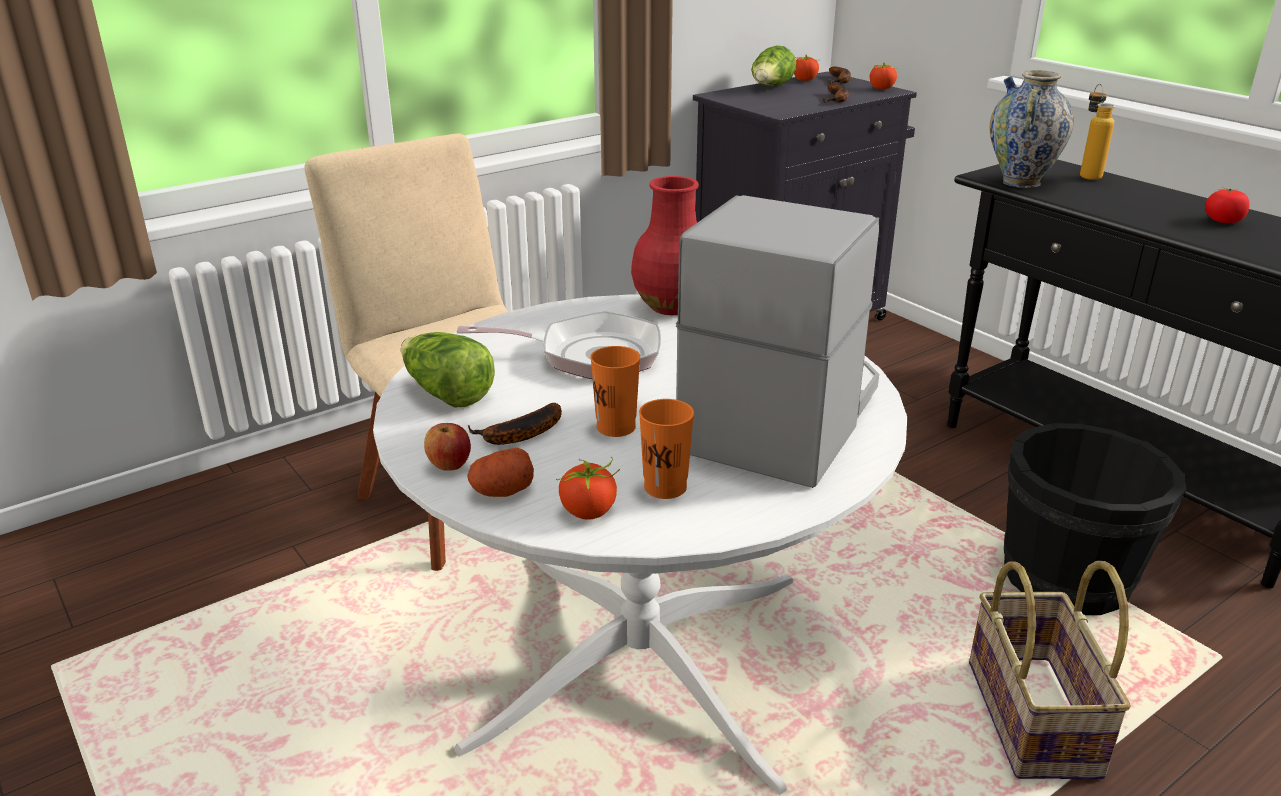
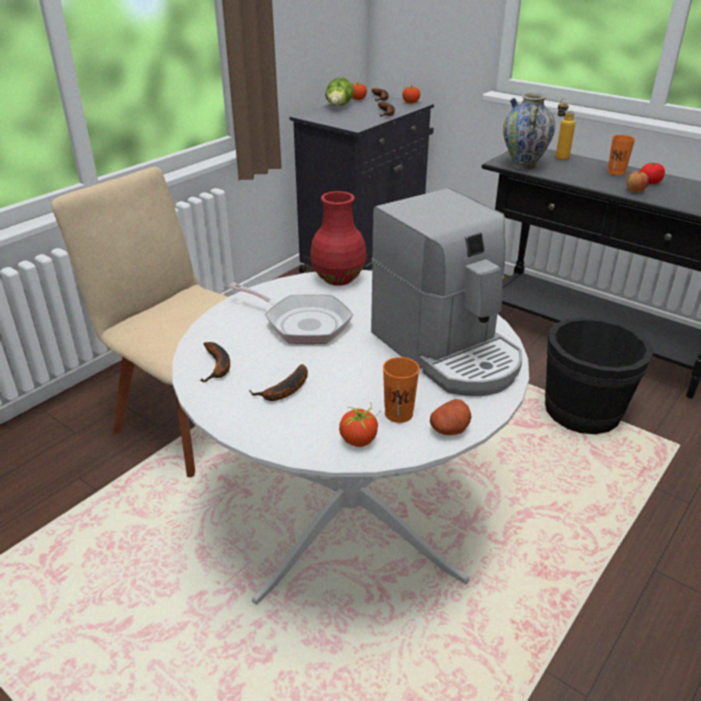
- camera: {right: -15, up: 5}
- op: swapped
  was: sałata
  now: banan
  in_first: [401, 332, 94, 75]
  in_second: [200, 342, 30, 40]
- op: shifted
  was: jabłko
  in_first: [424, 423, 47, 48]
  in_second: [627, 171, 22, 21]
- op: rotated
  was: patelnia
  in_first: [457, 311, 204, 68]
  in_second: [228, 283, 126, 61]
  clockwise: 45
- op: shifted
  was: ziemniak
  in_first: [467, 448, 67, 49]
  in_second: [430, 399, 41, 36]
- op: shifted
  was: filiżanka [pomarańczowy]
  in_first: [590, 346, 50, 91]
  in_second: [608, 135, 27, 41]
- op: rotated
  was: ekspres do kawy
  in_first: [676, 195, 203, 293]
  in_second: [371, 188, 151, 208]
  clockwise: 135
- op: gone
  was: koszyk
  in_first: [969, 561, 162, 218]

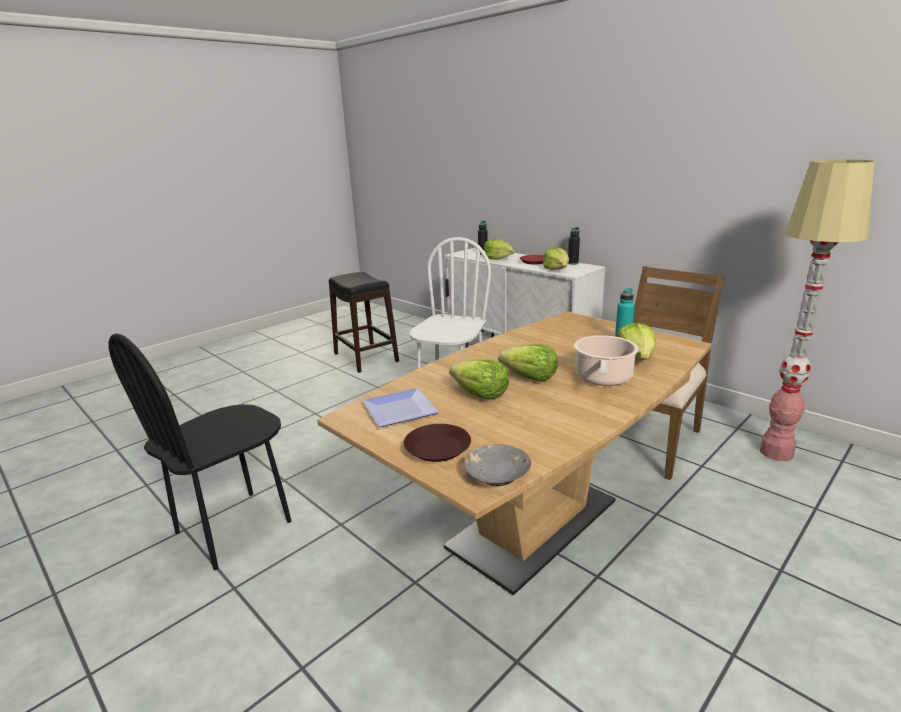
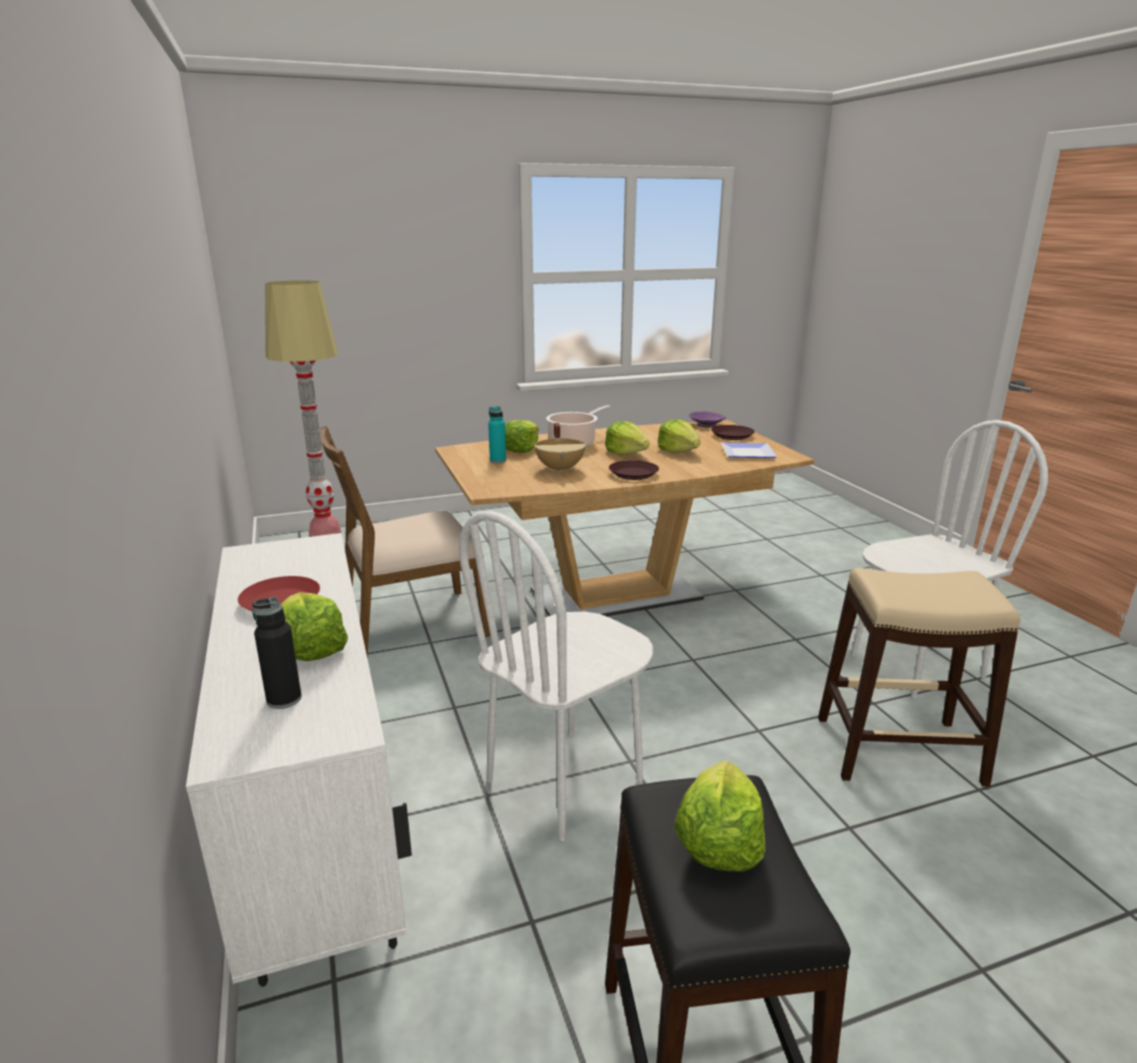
- camera: {right: -155, up: 0}
- op: repainted
  was: krzesło [czarny]
  now: krzesło [biały]
  in_first: [108, 333, 183, 237]
  in_second: [851, 420, 197, 278]
- op: repainted
  was: miska [szary]
  now: miska [fioletowy]
  in_first: [464, 444, 67, 42]
  in_second: [689, 411, 37, 16]
- op: shifted
  was: sałata
  in_first: [543, 247, 26, 23]
  in_second: [674, 761, 91, 111]
- op: gone
  was: butelka [czarny]
  in_first: [568, 227, 12, 38]
- op: new
  now: garnek [beżowy]
  in_second: [534, 423, 52, 50]
- op: new
  now: talerz [brązowy]
  in_second: [609, 460, 50, 20]
- op: new
  now: stołek [beżowy]
  in_second: [818, 568, 203, 219]

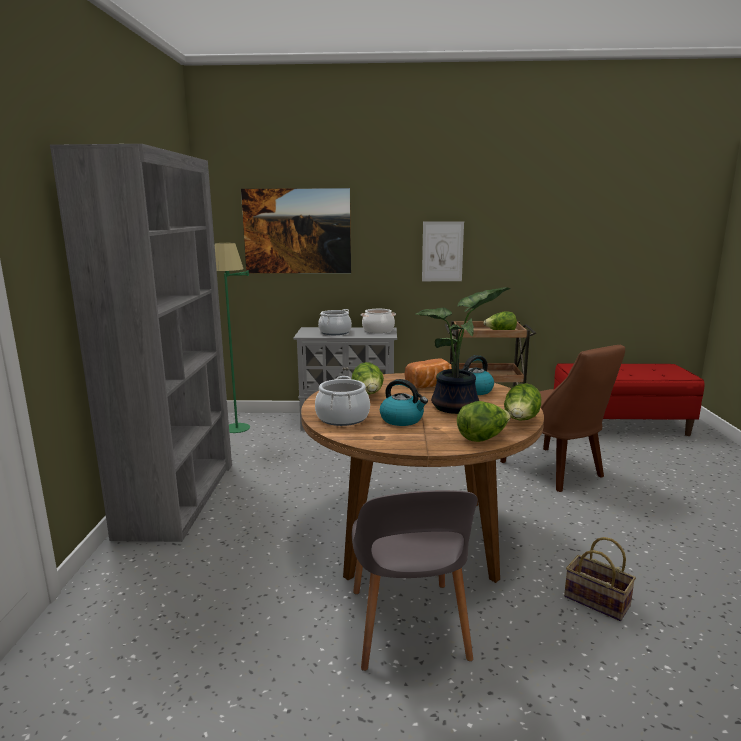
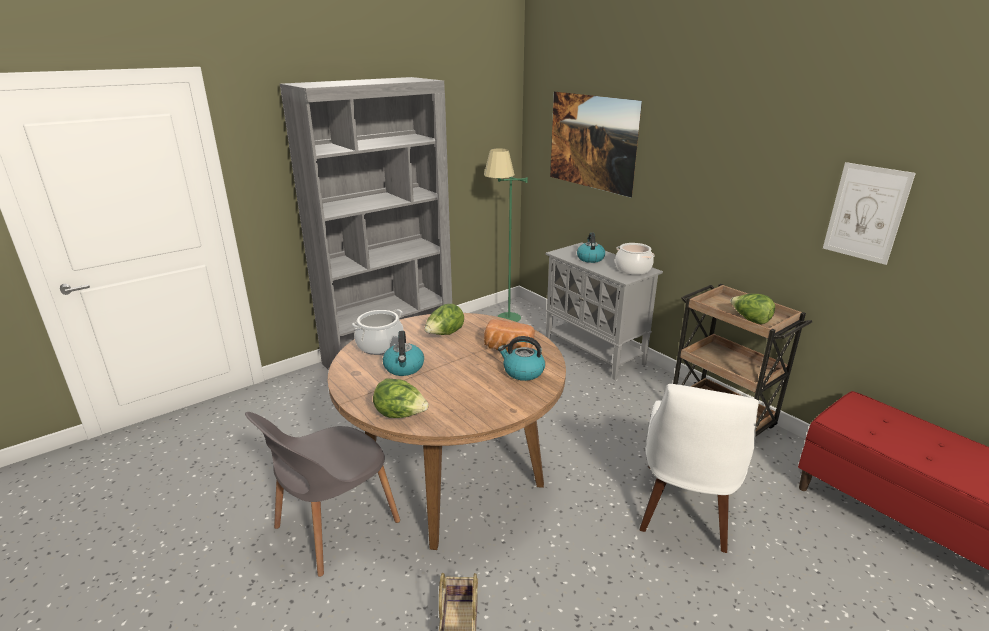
- camera: {right: 50, up: 10}
- op: swapped
  was: garnek
  now: czajnik
  in_first: [318, 309, 34, 26]
  in_second: [577, 233, 28, 30]
- op: gone
  was: roślina doniczkowa
  in_first: [415, 287, 96, 127]
- op: shifted
  was: obraz
  in_first: [422, 221, 42, 60]
  in_second: [823, 162, 93, 103]
- op: repainted
  was: krzesło [brązowy]
  now: krzesło [biały]
  in_first: [500, 345, 125, 147]
  in_second: [640, 384, 119, 169]
- op: gone
  was: sałata
  in_first: [504, 383, 37, 37]

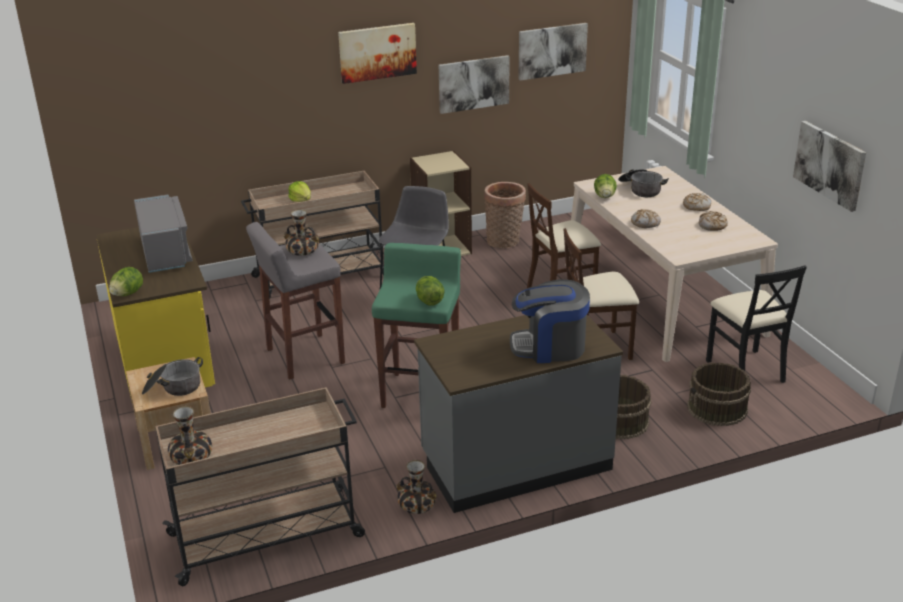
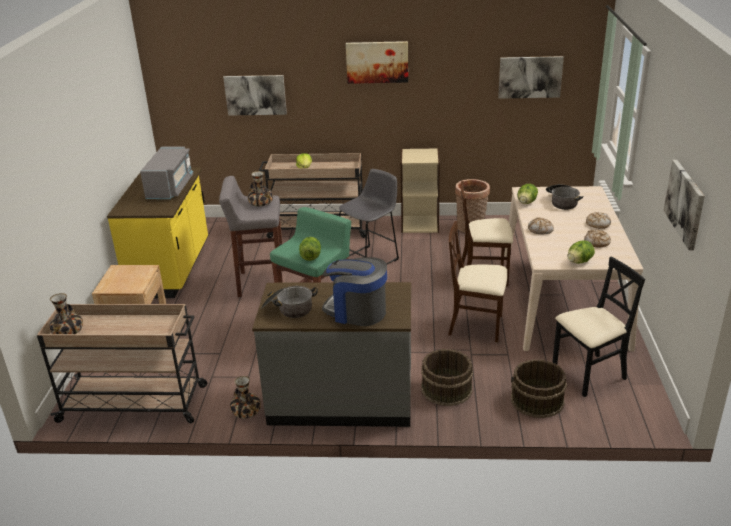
- camera: {right: 25, up: 0}
- op: shifted
  was: sałata
  in_first: [109, 267, 34, 29]
  in_second: [567, 240, 28, 24]
- op: shifted
  was: garnek
  in_first: [142, 357, 61, 39]
  in_second: [261, 286, 57, 32]
- op: shifted
  was: obraz
  in_first: [439, 55, 71, 59]
  in_second: [223, 75, 64, 41]
- op: rotated
  was: krzesło [czarny]
  in_first: [706, 265, 101, 118]
  in_second: [552, 257, 93, 140]
  clockwise: -120

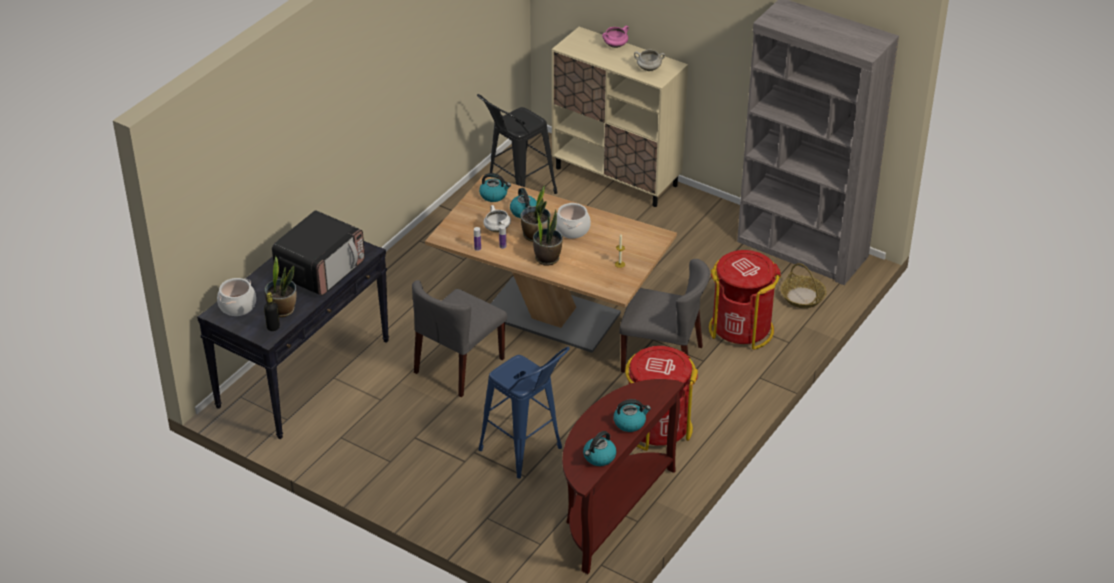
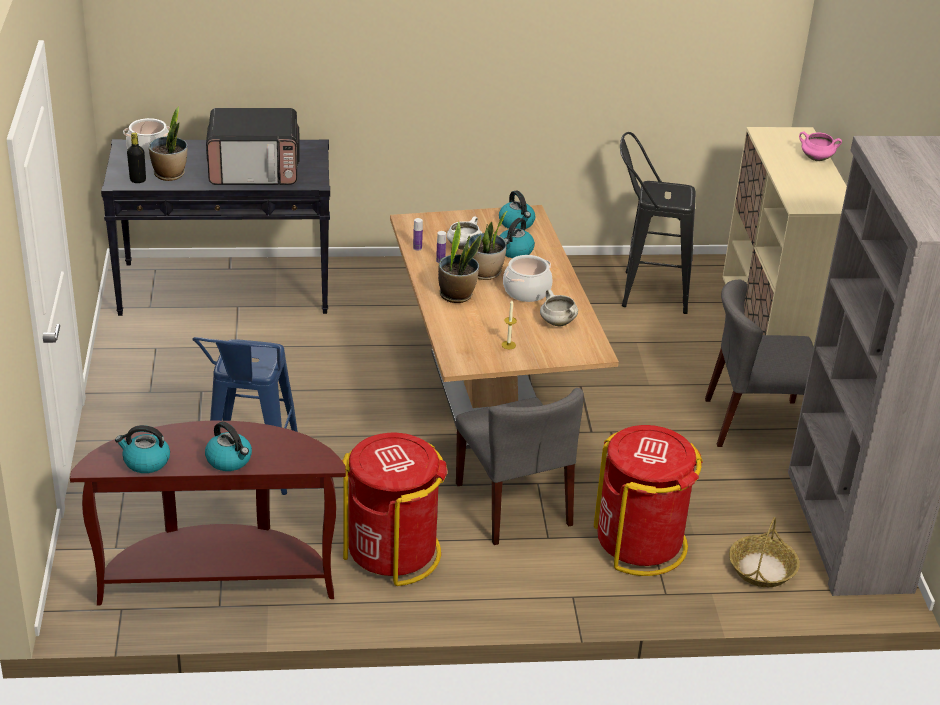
- camera: {right: 50, up: -5}
- op: shifted
  was: krzesło [szary]
  in_first: [412, 280, 95, 117]
  in_second: [705, 279, 109, 168]
- op: shifted
  was: garnek [biały]
  in_first: [634, 50, 31, 21]
  in_second: [540, 289, 38, 38]

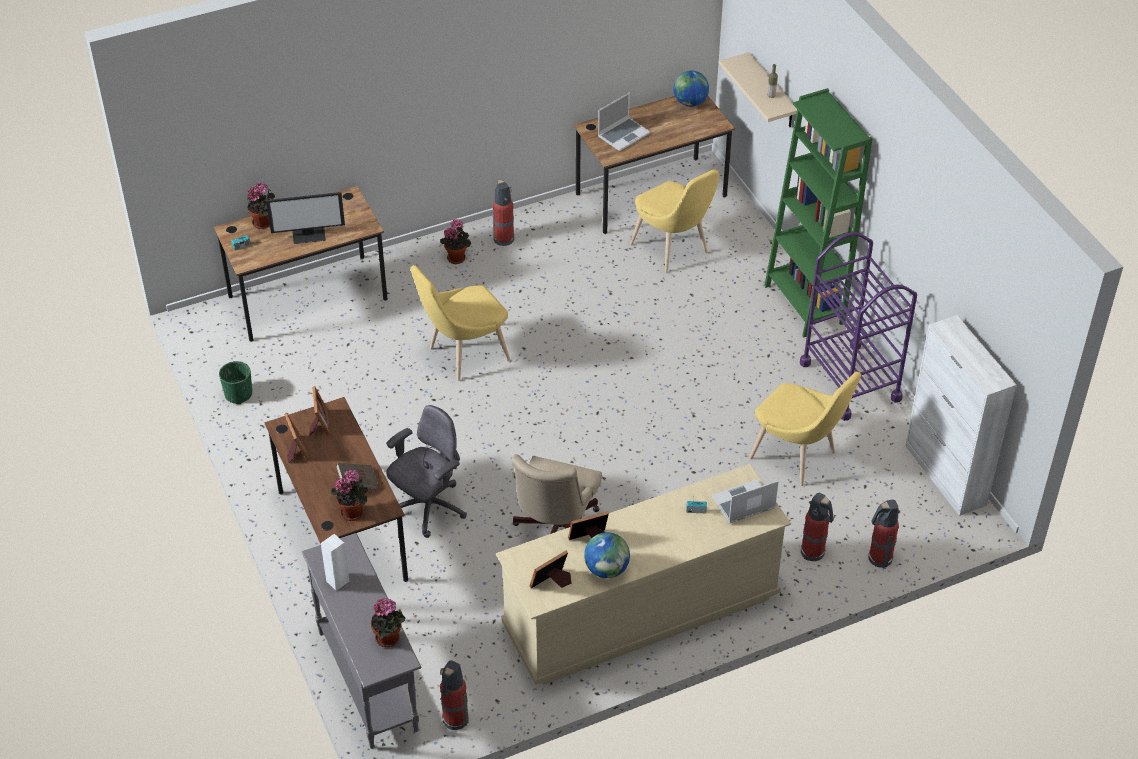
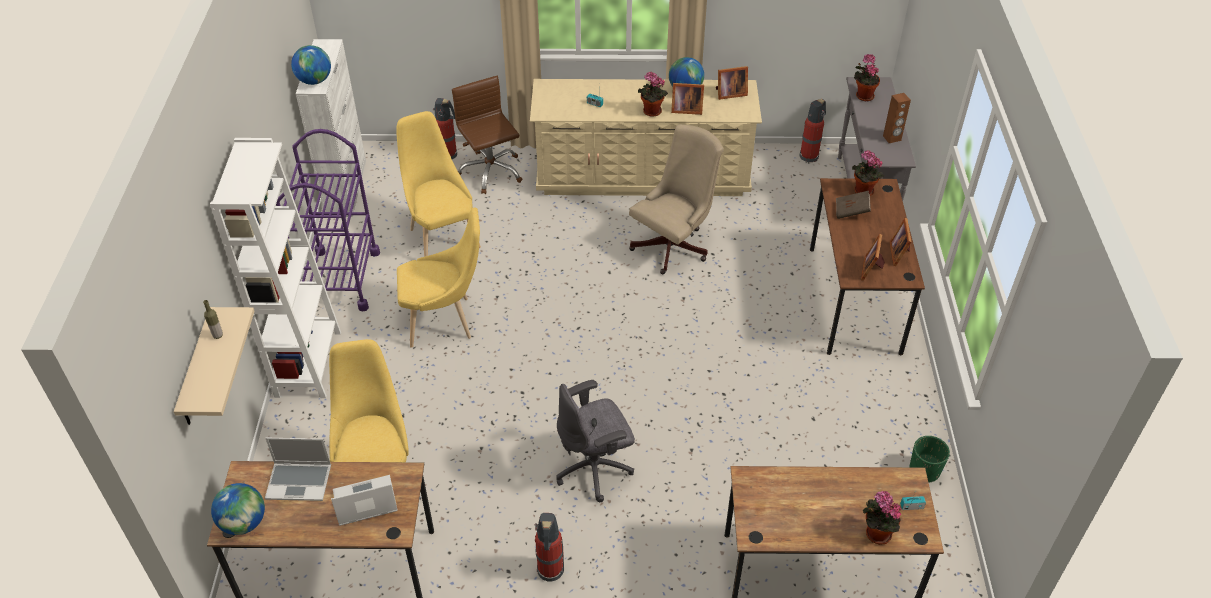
- camera: {right: -155, up: 0}
- op: gone
  was: monitor
  in_first: [266, 192, 79, 52]
- op: repainted
  was: głośnik [biały]
  now: głośnik [brązowy]
  in_first: [321, 534, 28, 57]
  in_second: [883, 93, 28, 50]
- op: shifted
  was: krzesło biurowe [szary]
  in_first: [386, 405, 81, 133]
  in_second: [556, 380, 79, 122]
- op: shifted
  was: krzesło [żółty]
  in_first: [410, 265, 100, 116]
  in_second: [397, 208, 83, 140]
- op: shifted
  was: roślina doniczkowa
  in_first: [440, 219, 31, 45]
  in_second: [638, 72, 30, 45]
- op: shifted
  was: laptop
  in_first: [712, 479, 67, 45]
  in_second: [265, 438, 66, 63]
- op: repainted
  was: regał [zielony]
  now: regał [biały]
  in_first: [765, 88, 108, 249]
  in_second: [210, 138, 131, 260]
- op: swapped
  was: gaśnica
  now: krzesło biurowe [brązowy]
  in_first: [801, 493, 33, 68]
  in_second: [452, 76, 71, 118]
- op: new
  now: globus
  in_second: [291, 45, 40, 40]

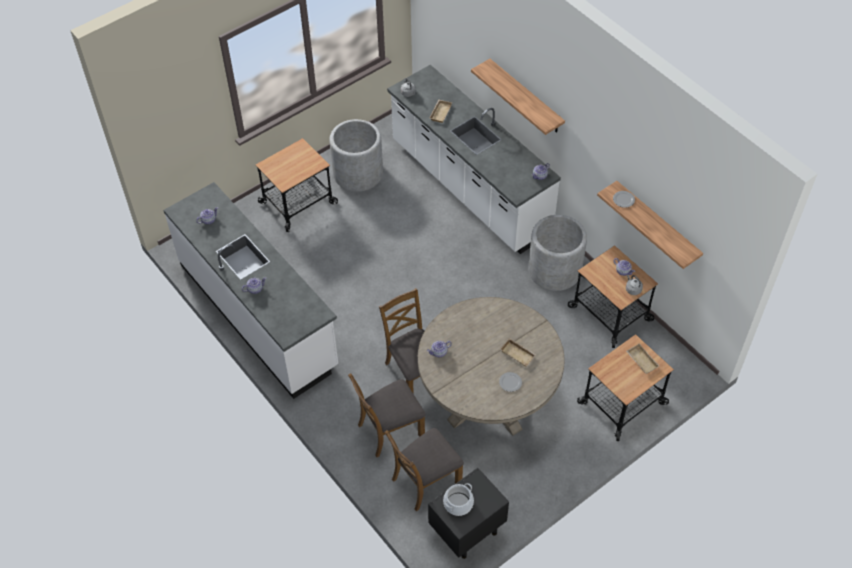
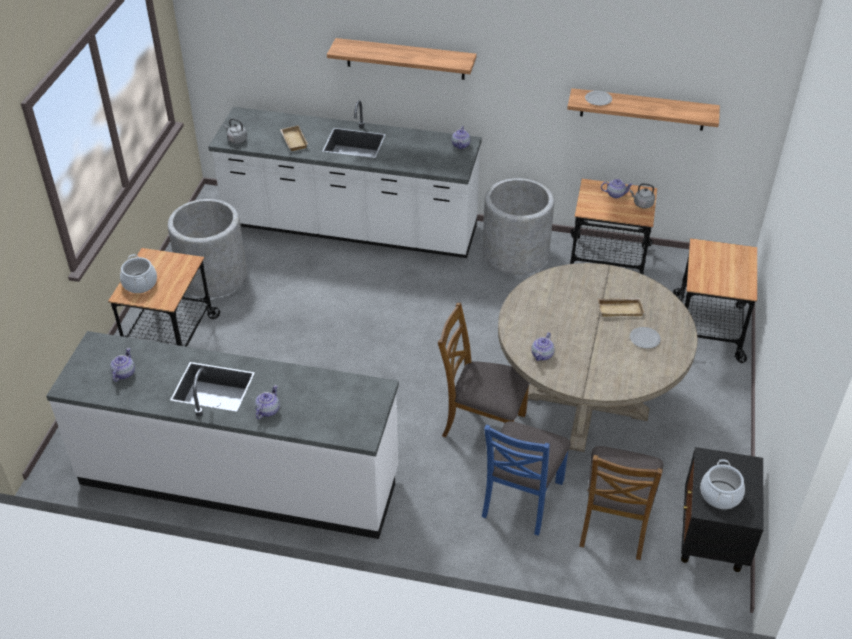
- camera: {right: -40, up: -10}
- op: repainted
  was: krzesło [brązowy]
  now: krzesło [niebieski]
  in_first: [348, 373, 77, 84]
  in_second: [482, 421, 89, 115]
- op: gone
  was: taca [beżowy]
  in_first: [626, 343, 33, 31]
- op: new
  now: garnek
  in_second: [120, 254, 37, 39]

